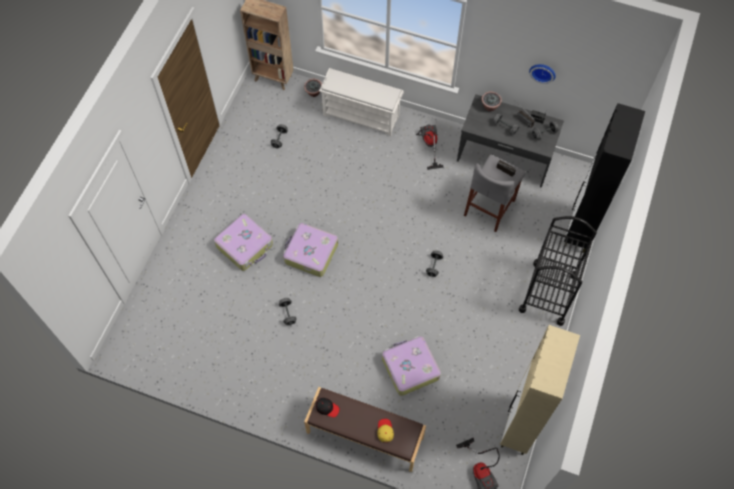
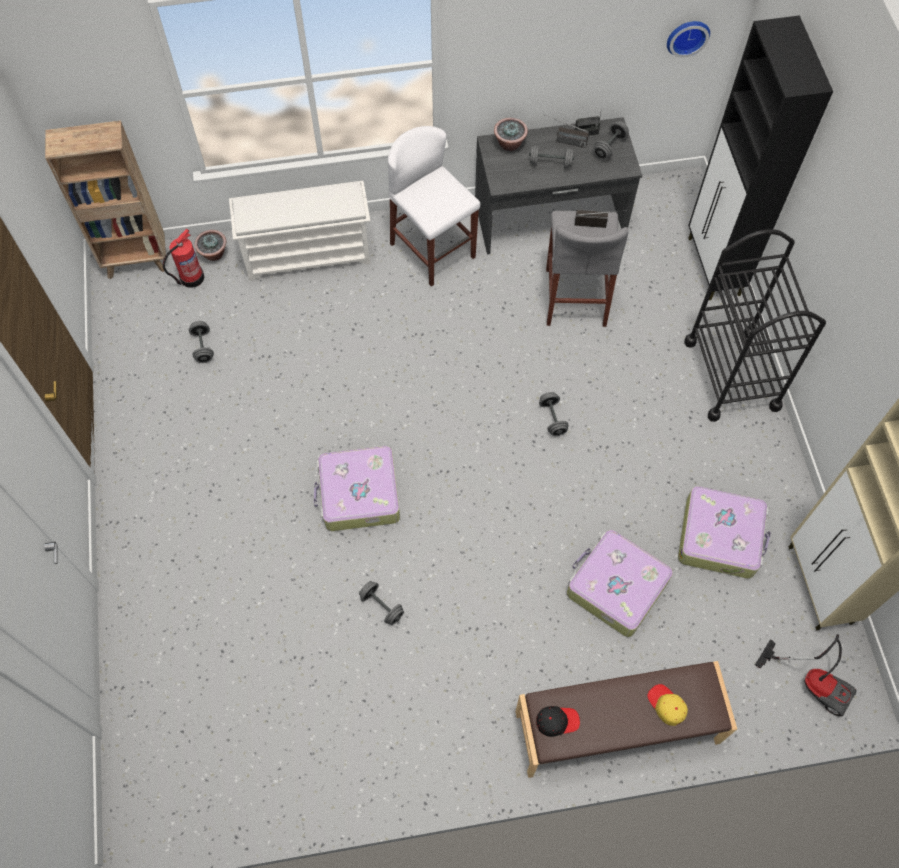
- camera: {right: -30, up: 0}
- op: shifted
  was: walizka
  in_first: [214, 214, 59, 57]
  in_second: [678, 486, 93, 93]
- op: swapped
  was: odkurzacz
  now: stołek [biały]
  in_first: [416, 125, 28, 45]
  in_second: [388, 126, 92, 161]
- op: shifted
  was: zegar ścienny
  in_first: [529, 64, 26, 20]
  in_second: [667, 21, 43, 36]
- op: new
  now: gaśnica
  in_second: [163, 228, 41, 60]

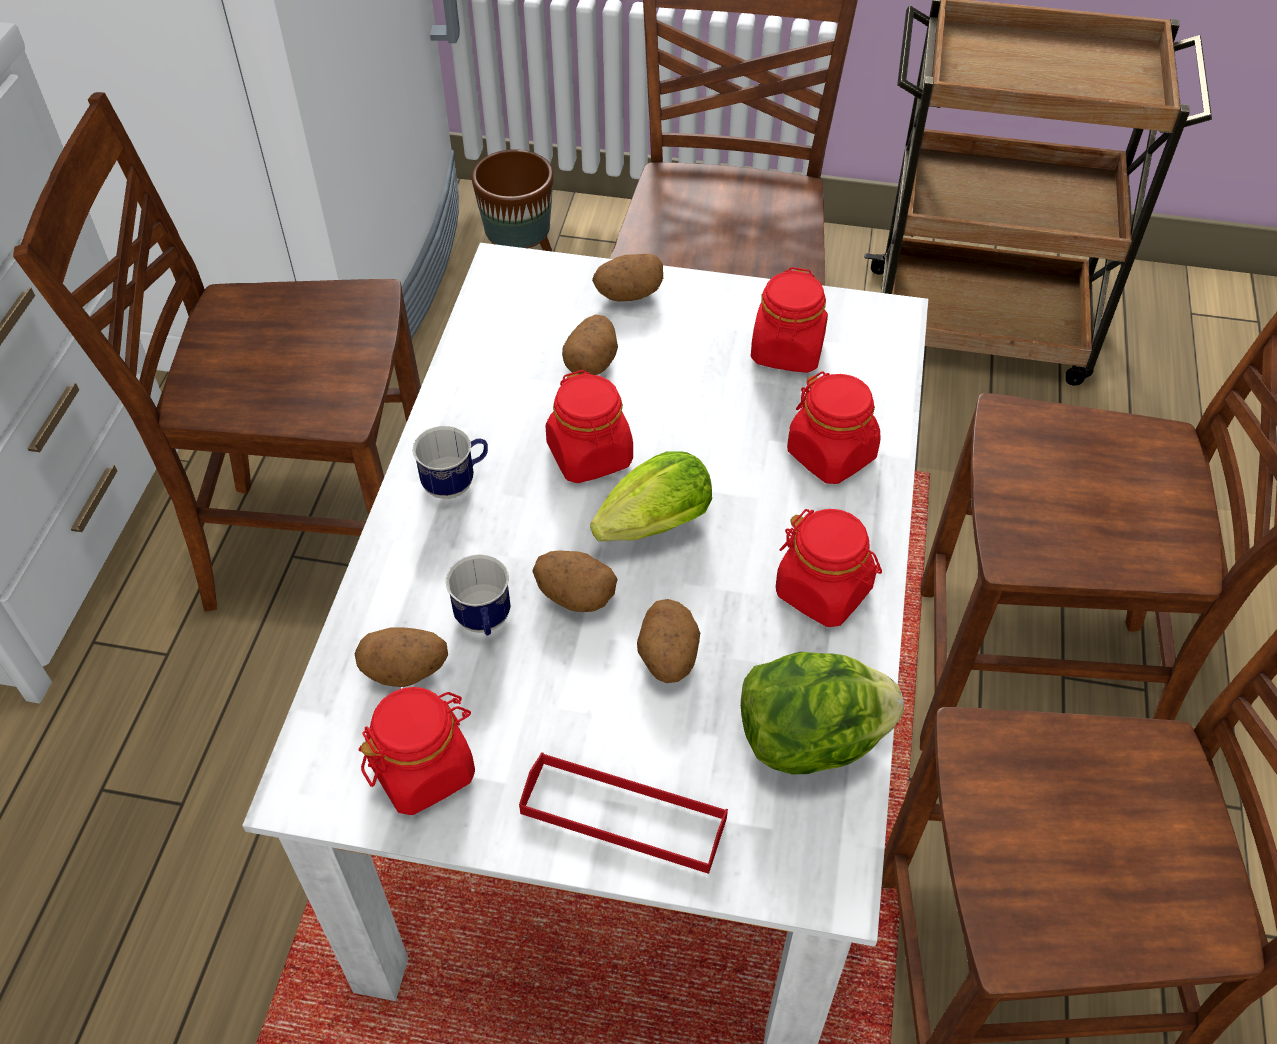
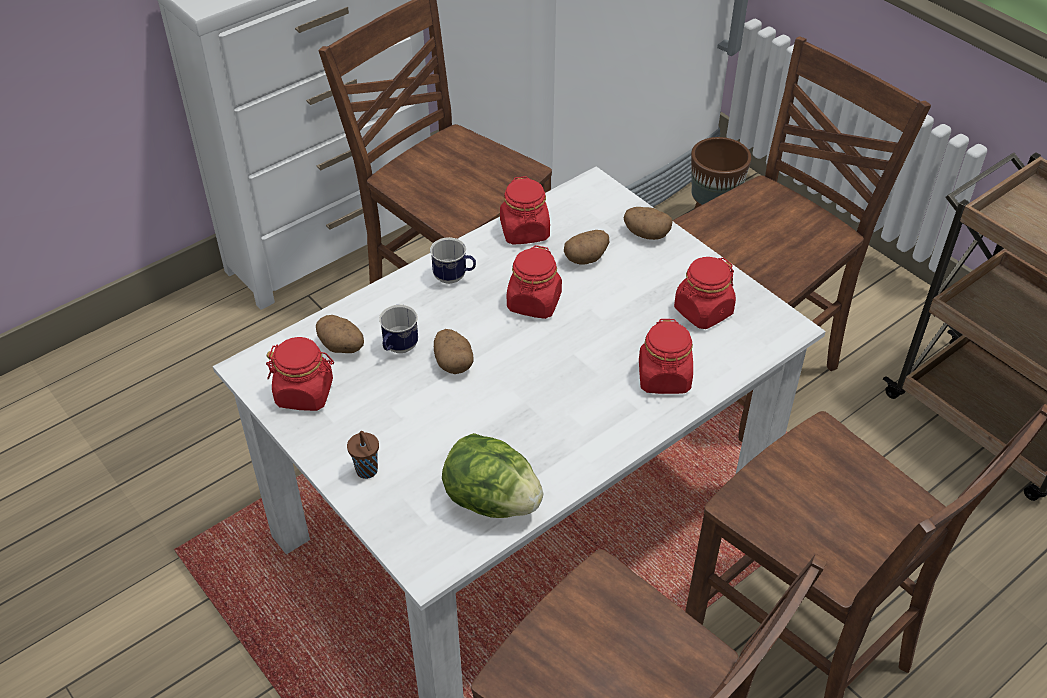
- camera: {right: 40, up: -5}
- op: swapped
  was: taca [czerwony]
  now: filiżanka [brązowy]
  in_first: [519, 752, 209, 122]
  in_second: [347, 431, 32, 48]
- op: gone
  was: sałata
  in_first: [590, 452, 122, 89]
- op: gone
  was: ziemniak
  in_first: [637, 599, 63, 84]
- op: shifted
  was: słoik [czerwony]
  in_first: [776, 509, 106, 118]
  in_second: [500, 176, 50, 69]

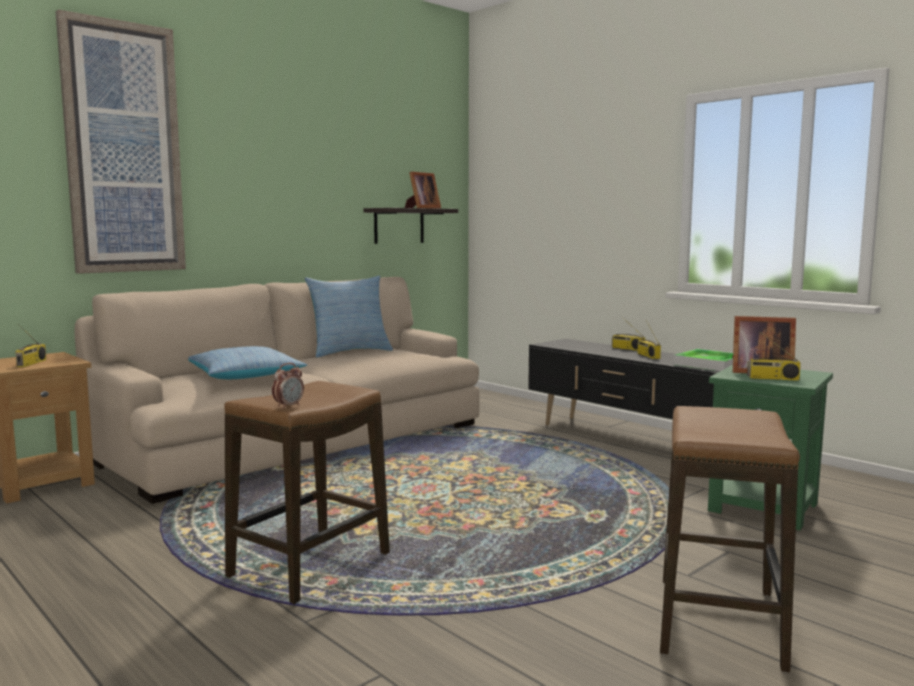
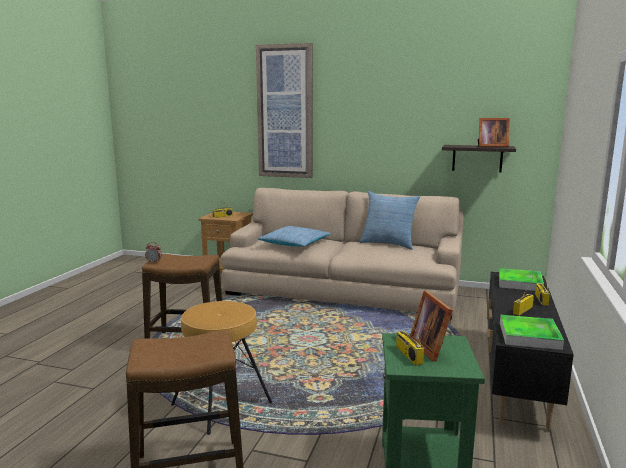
- camera: {right: 60, up: 5}
- op: new
  now: stołek [brązowy]
  in_second: [171, 301, 101, 134]
- op: new
  now: taca
  in_second: [499, 268, 45, 23]

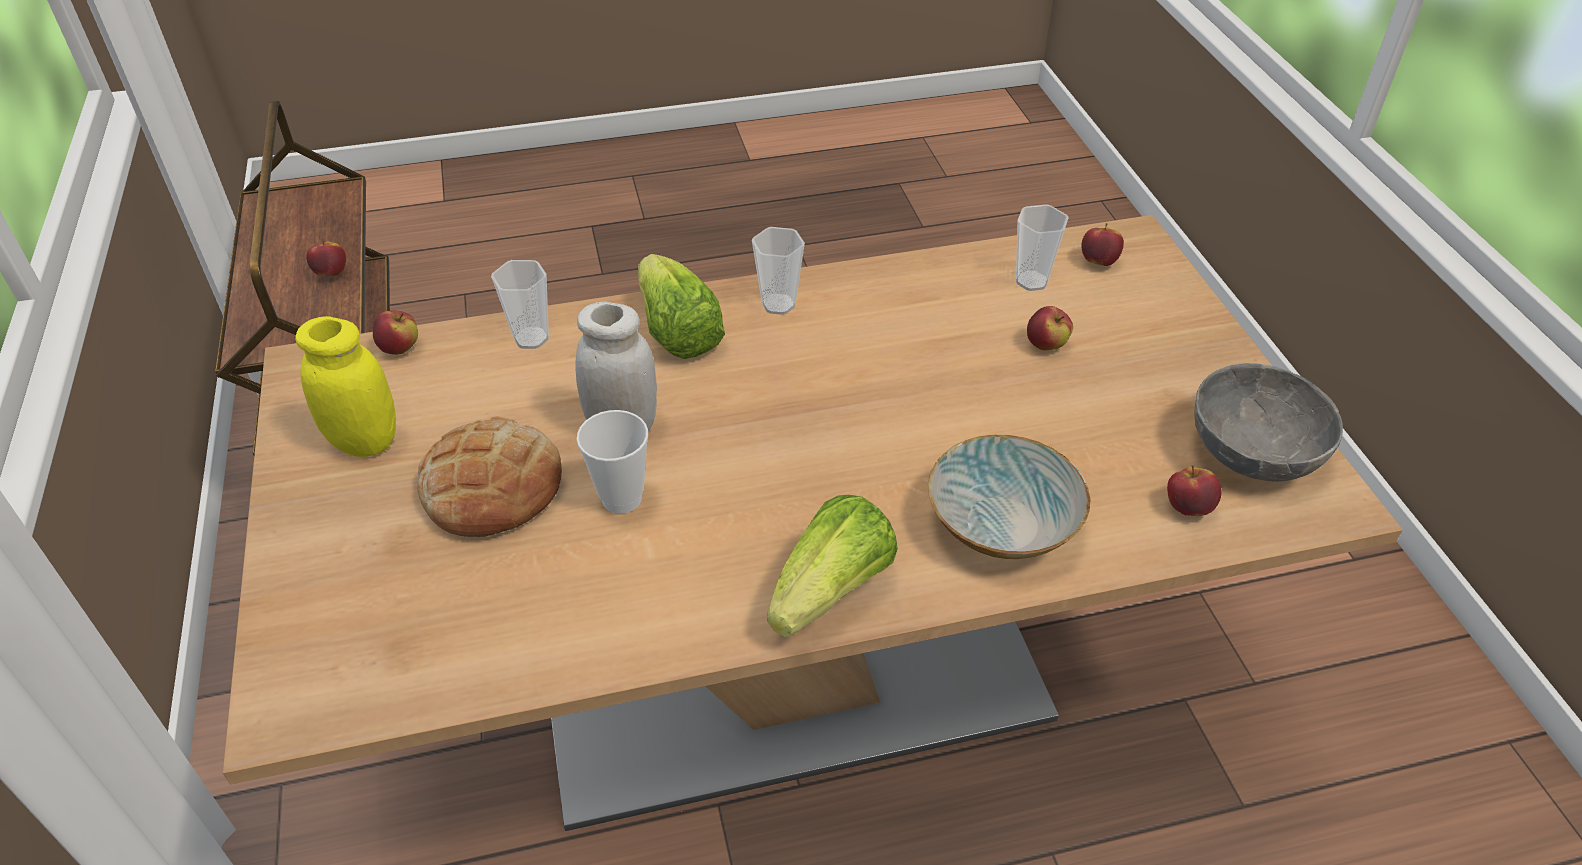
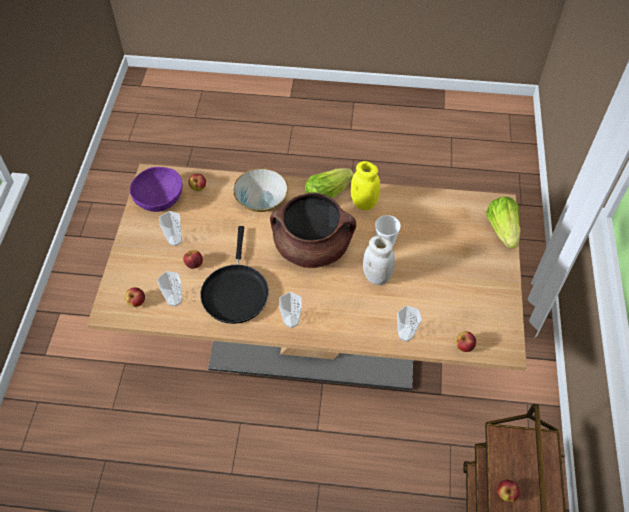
- camera: {right: -160, up: 10}
- op: shifted
  was: słoik [żółty]
  in_first: [295, 316, 101, 141]
  in_second: [351, 161, 29, 49]
- op: gone
  was: chleb
  in_first: [417, 416, 145, 121]
- op: shifted
  was: sałata
  in_first: [638, 254, 87, 105]
  in_second: [486, 196, 34, 53]
- op: repainted
  was: miska [szary]
  now: miska [fioletowy]
  in_first: [1195, 363, 148, 119]
  in_second: [130, 167, 52, 45]
- op: new
  now: filiżanka
  in_second: [159, 211, 23, 35]
- op: new
  now: patelnia [czarny]
  in_second: [200, 226, 69, 98]
- op: new
  now: garnek [brązowy]
  in_second: [270, 192, 86, 76]

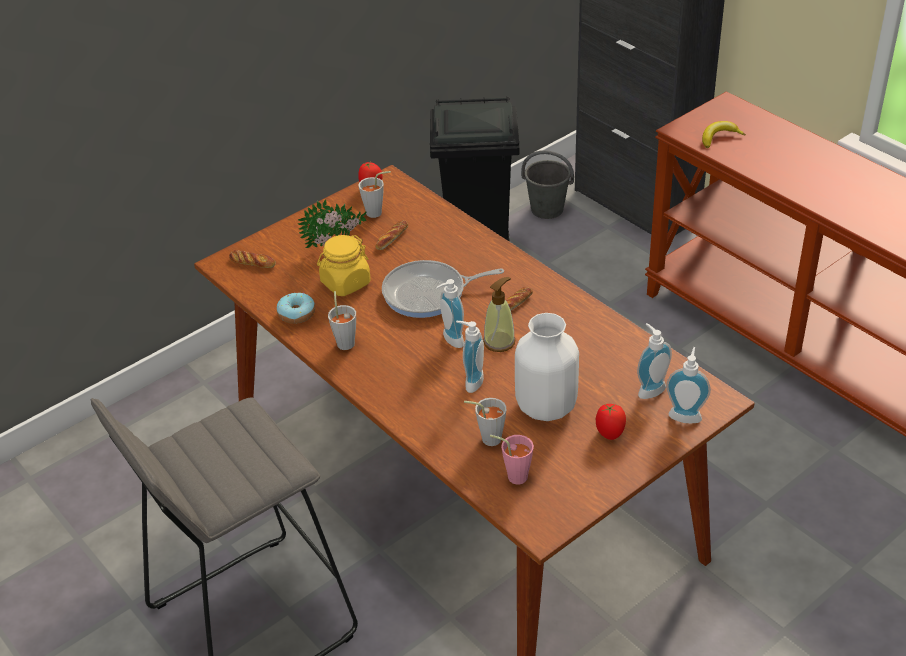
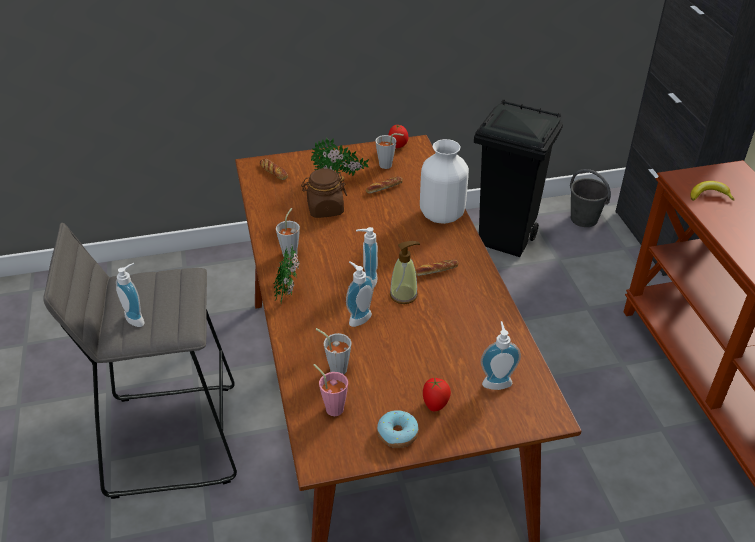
- camera: {right: 25, up: 0}
- op: shifted
  was: donut
  in_first: [277, 293, 38, 31]
  in_second: [377, 410, 42, 38]
- op: repainted
  was: słoik [żółty]
  now: słoik [brązowy]
  in_first: [317, 235, 54, 61]
  in_second: [301, 168, 46, 50]
- op: gone
  was: patelnia
  in_first: [382, 260, 122, 58]
- op: shifted
  was: wazon [biały]
  in_first: [515, 313, 64, 108]
  in_second: [420, 139, 49, 85]
- op: shifted
  was: dozownik mydła
  in_first: [666, 347, 45, 76]
  in_second: [116, 263, 29, 64]
- op: new
  now: roślina doniczkowa
  in_second: [274, 244, 26, 60]

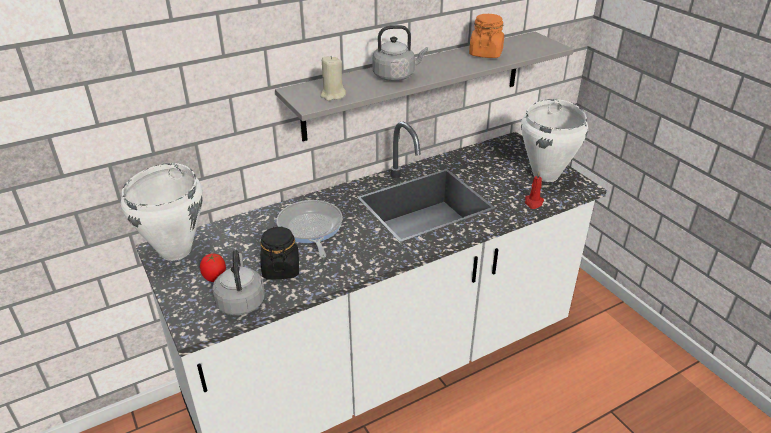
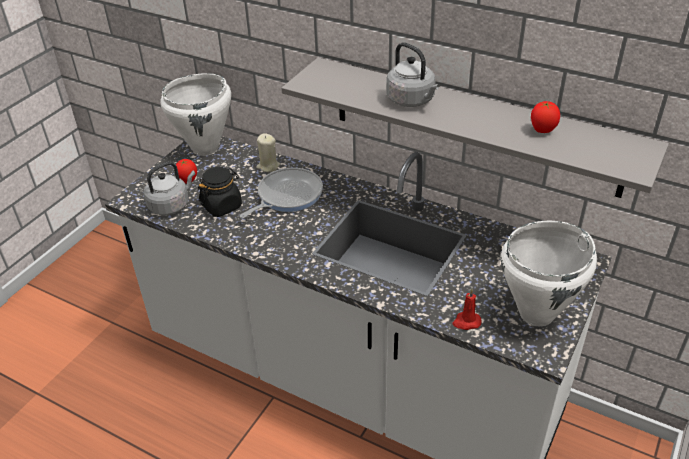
- camera: {right: 60, up: 5}
- op: shifted
  was: świeca [beżowy]
  in_first: [320, 56, 26, 45]
  in_second: [256, 133, 24, 39]
- op: swapped
  was: słoik [pomarańczowy]
  now: pomidor
  in_first: [469, 14, 35, 44]
  in_second: [531, 101, 29, 32]

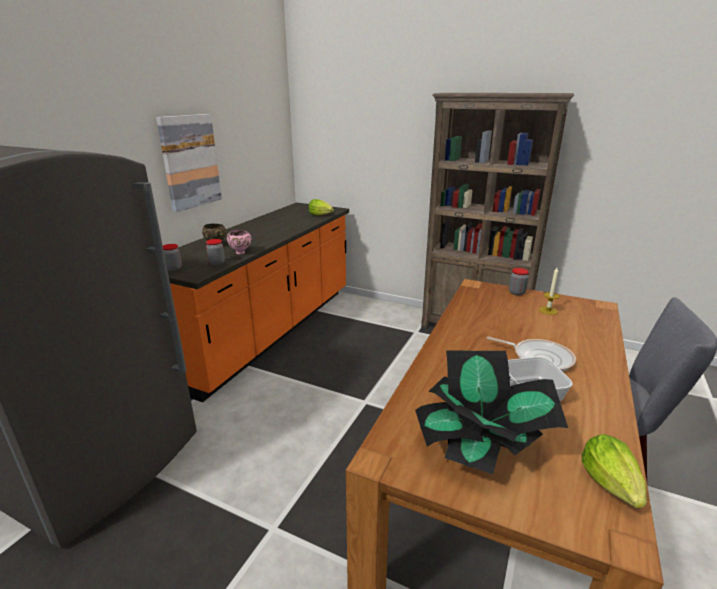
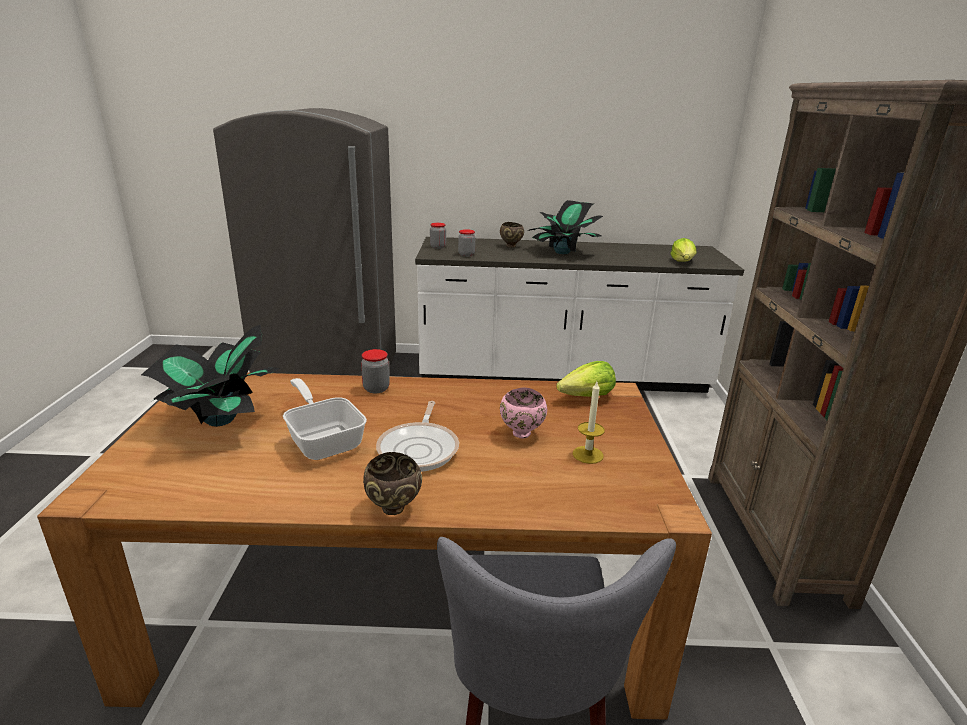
- camera: {right: 65, up: 0}
- op: gone
  was: obraz
  in_first: [156, 114, 66, 98]
- op: repainted
  was: zabudowa kuchenna [pomarańczowy]
  now: zabudowa kuchenna [biały]
  in_first: [167, 203, 182, 199]
  in_second: [415, 237, 329, 156]
- op: shifted
  was: miska [różowy]
  in_first: [227, 230, 24, 24]
  in_second: [500, 388, 47, 50]
- op: shifted
  was: słoik
  in_first: [509, 268, 20, 27]
  in_second: [361, 349, 29, 44]
- op: shifted
  was: sałata
  in_first: [582, 434, 65, 74]
  in_second: [556, 361, 60, 36]
- op: new
  now: miska [brązowy]
  in_second: [363, 452, 59, 63]
- op: new
  now: roślina doniczkowa
  in_second: [528, 200, 75, 54]

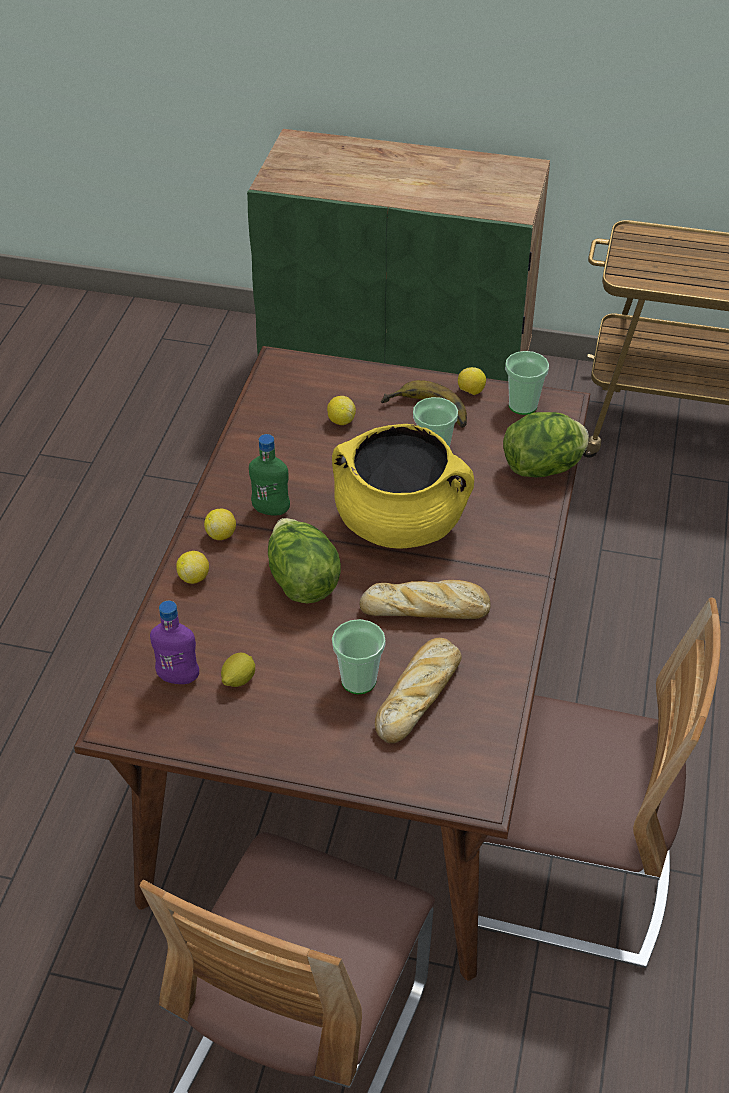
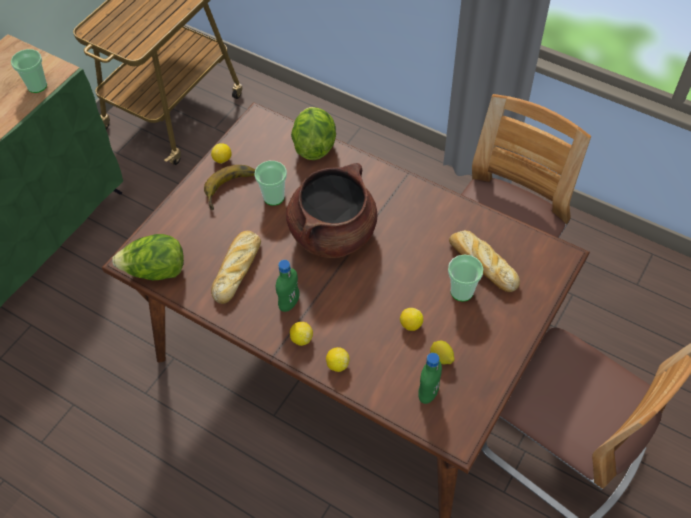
- camera: {right: -70, up: 10}
- op: repainted
  was: butelka [fioletowy]
  now: butelka [zielony]
  in_first: [150, 601, 49, 83]
  in_second: [418, 353, 24, 51]
- op: shifted
  was: sałata
  in_first: [268, 518, 73, 86]
  in_second: [112, 234, 72, 46]
- op: shifted
  was: cytryna
  in_first: [327, 396, 29, 29]
  in_second: [400, 308, 23, 23]
- op: repainted
  was: garnek [żółty]
  now: garnek [brązowy]
  in_first: [332, 424, 142, 125]
  in_second: [286, 163, 91, 95]
- op: shifted
  was: chleb
  in_first: [359, 580, 132, 39]
  in_second: [211, 231, 50, 73]
- op: shifted
  was: filiżanka
  in_first: [505, 351, 44, 64]
  in_second: [11, 49, 36, 44]

